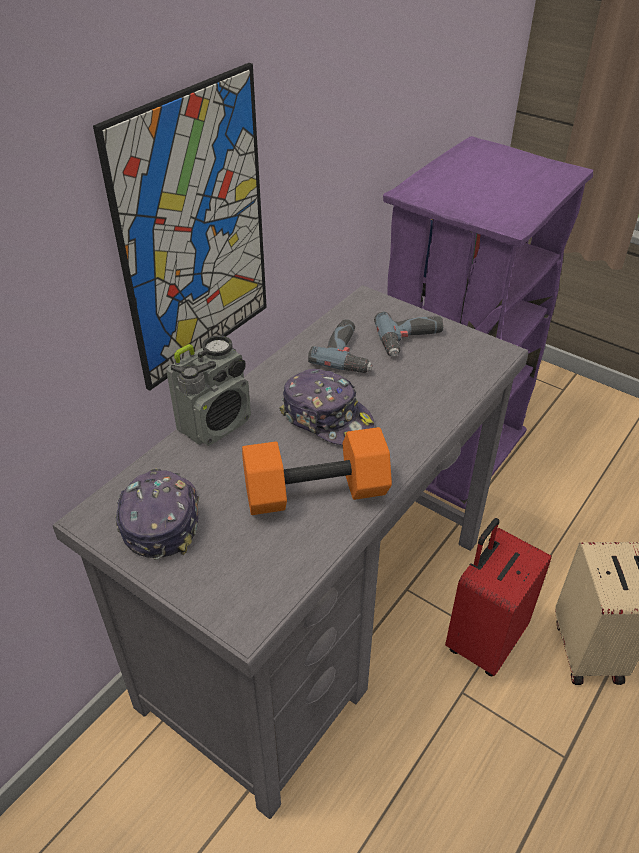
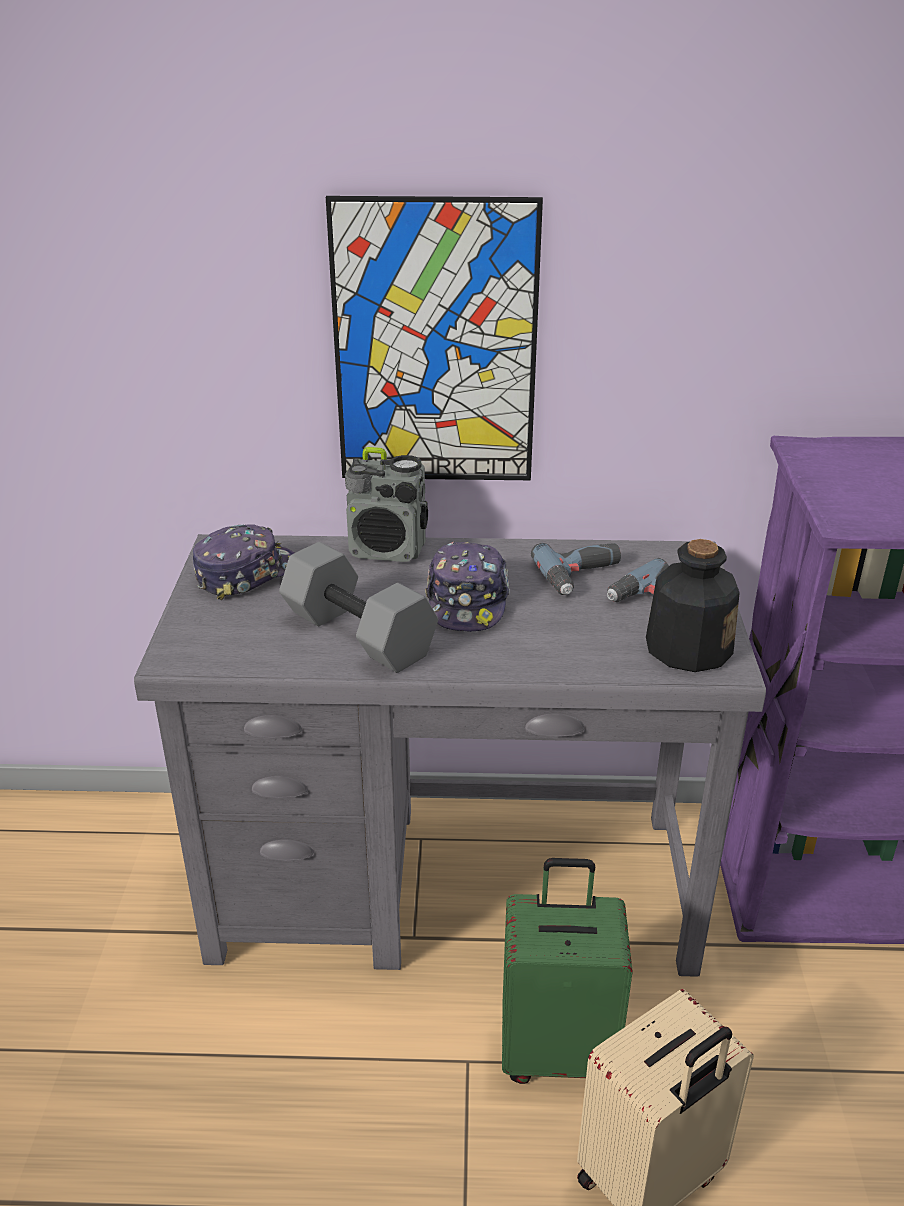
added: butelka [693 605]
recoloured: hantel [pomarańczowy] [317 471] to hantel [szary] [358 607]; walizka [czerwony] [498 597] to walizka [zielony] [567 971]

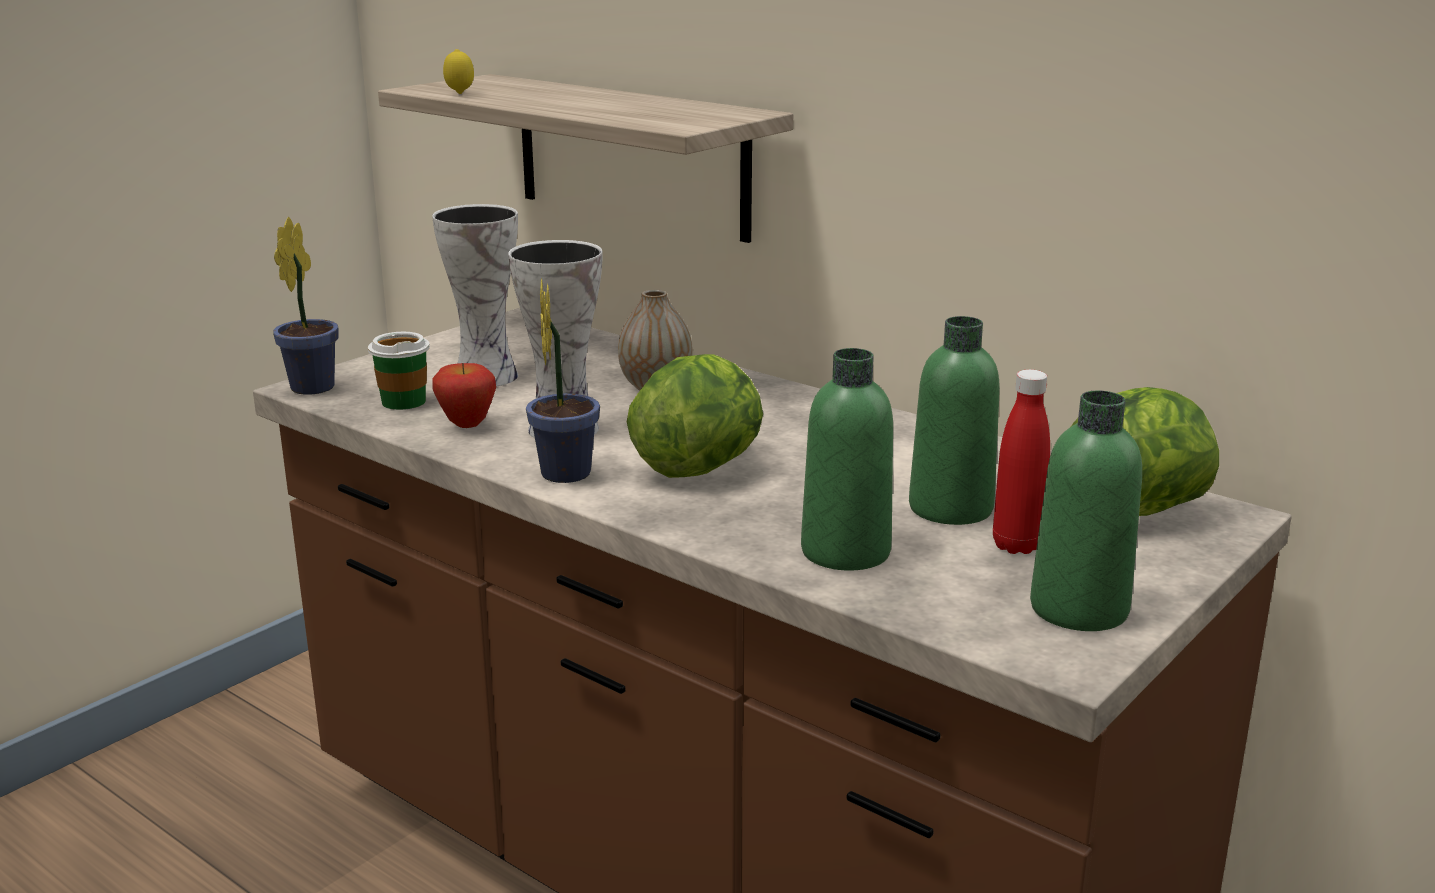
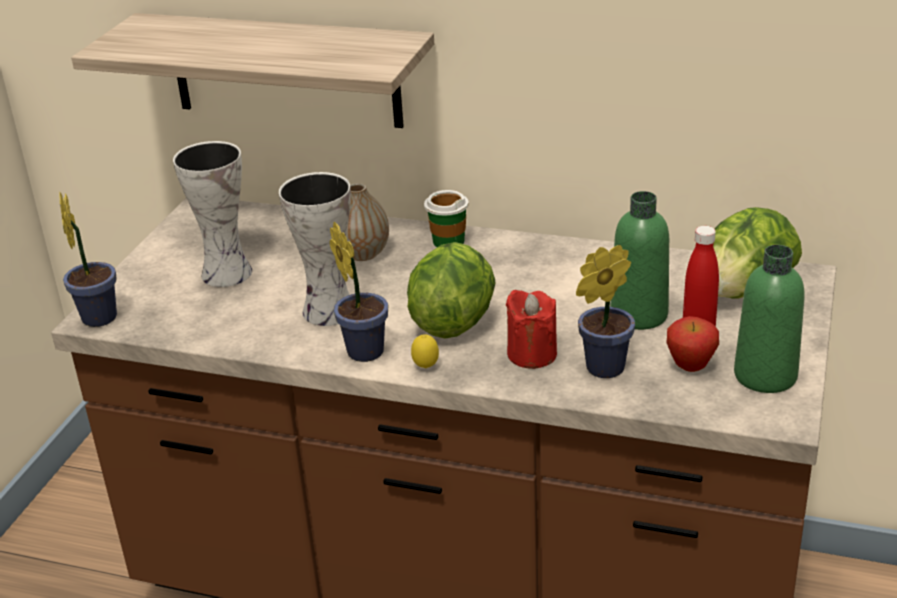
added: świeca [czerwony] [531 329]
moved: cytryna [458 71] to [425 351]; filiżanka [399 371] to [446 218]; jabłko [464 395] to [692 344]
replaced: butelka [zielony] [847 459] to roślina doniczkowa [605 311]

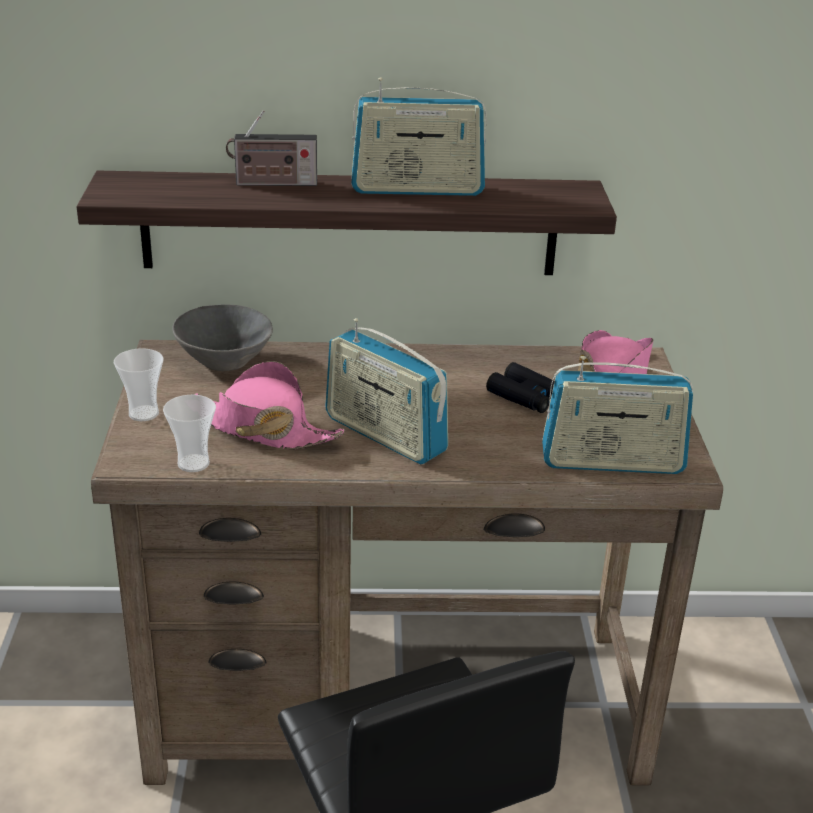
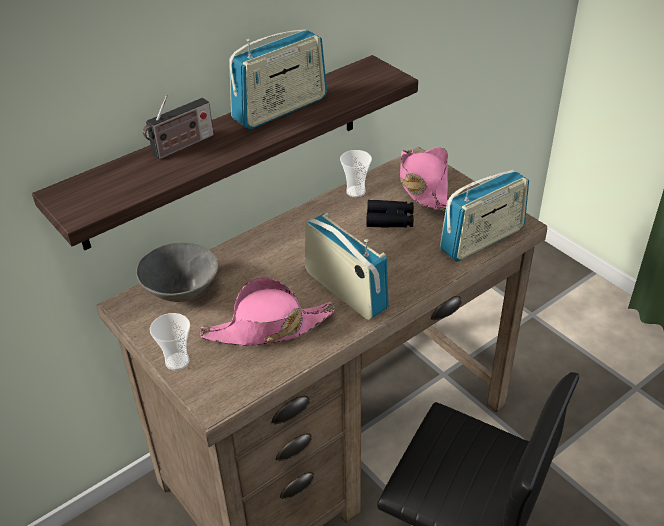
moved: filiżanka [189 433] to [356 173]
turned: radio [387 391] = [347 266] 135 degrees counterclockwise

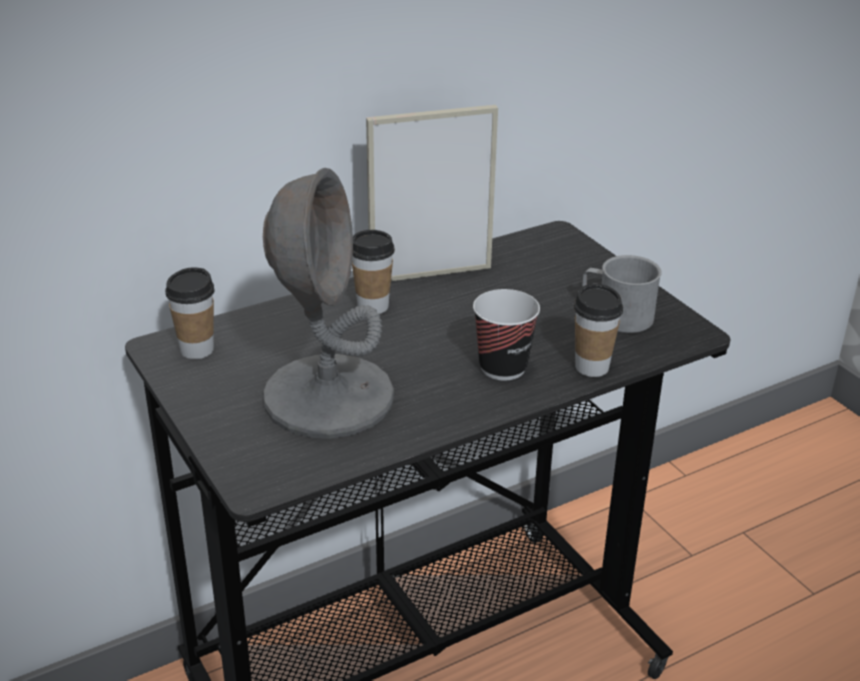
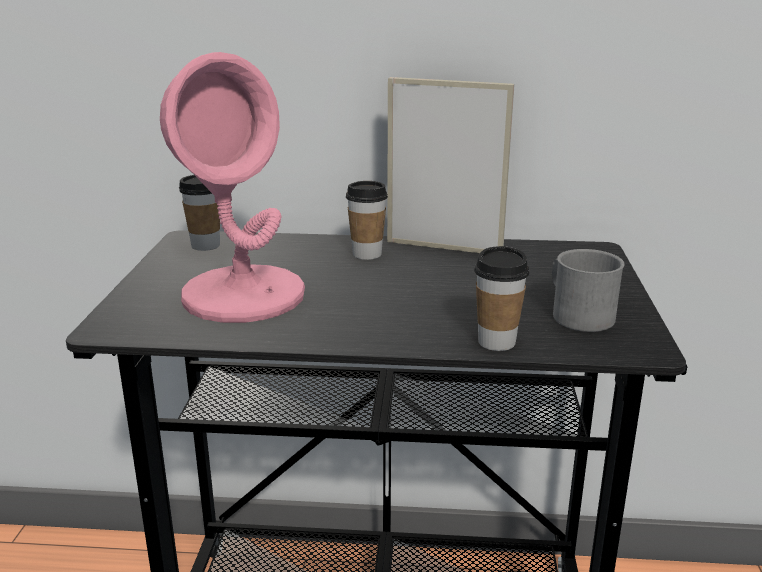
removed: filiżanka [506 335]
recoloured: lampa stołowa [szary] [328 303] to lampa stołowa [różowy] [232 187]

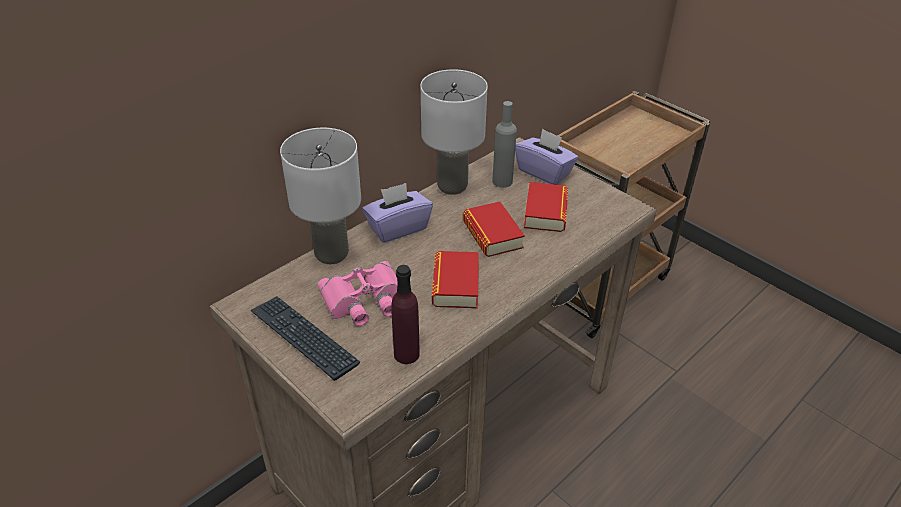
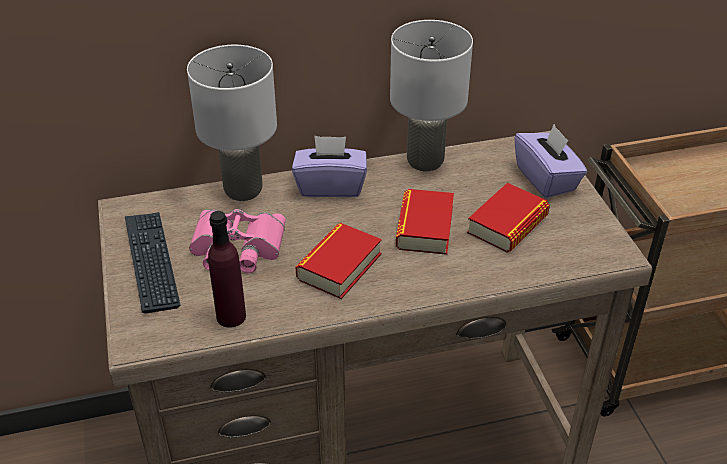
removed: butelka [szary] [504 144]

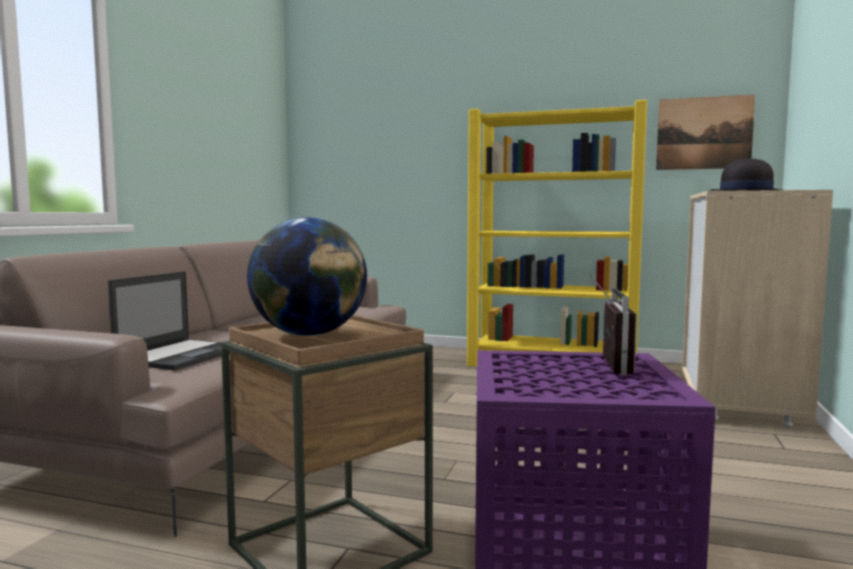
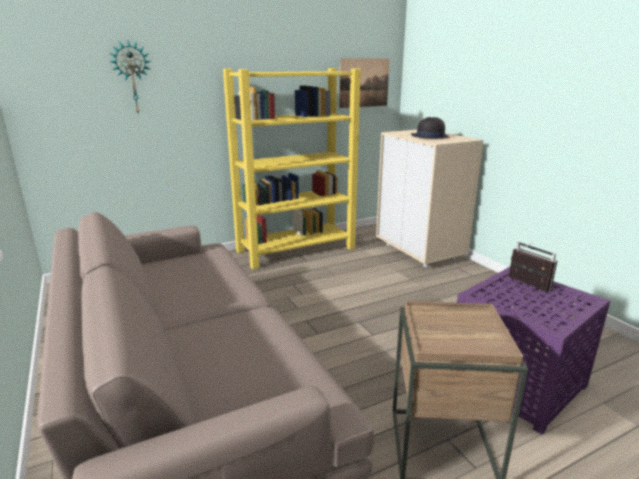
removed: laptop [169 321]; globus [307 276]
added: zegar ścienny [130 77]

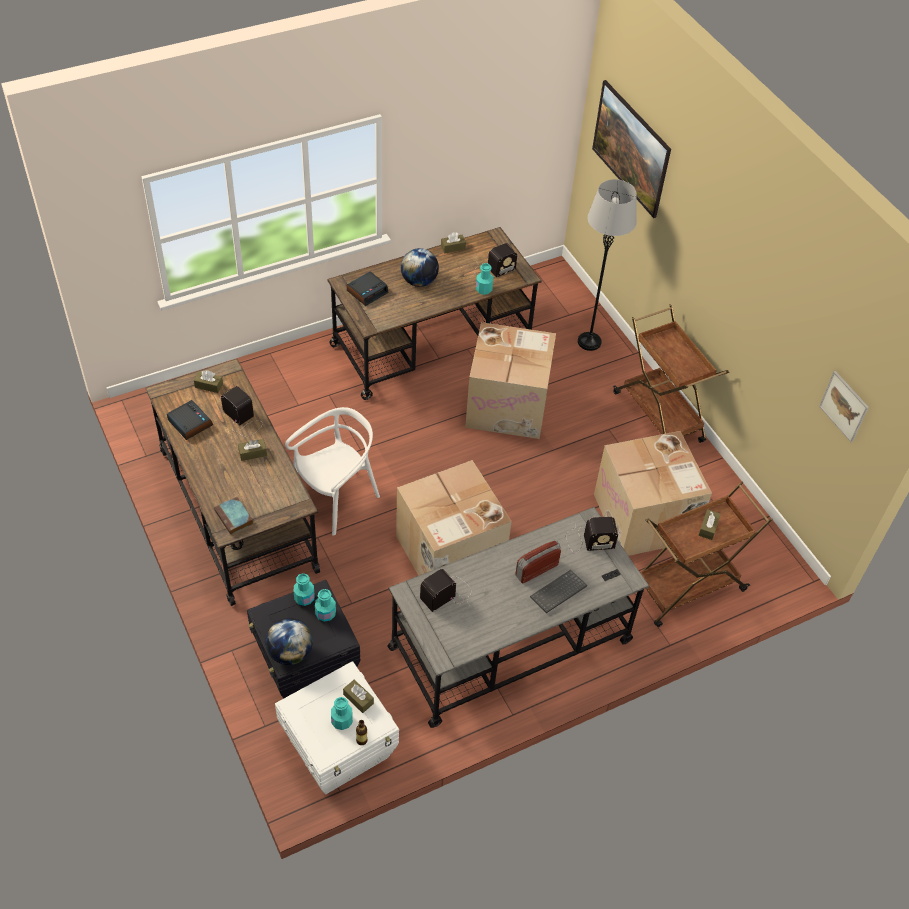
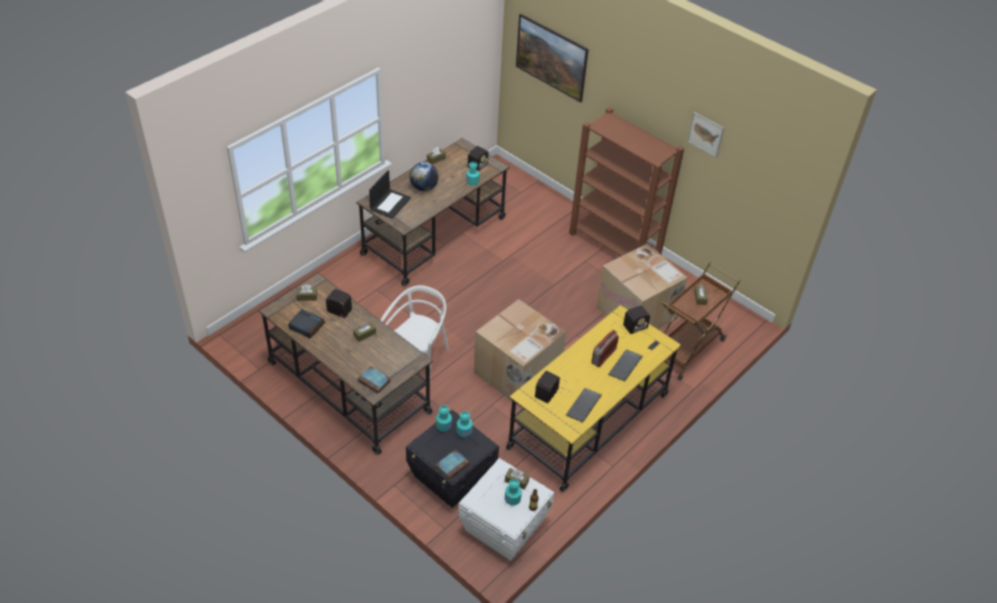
removed: karton [510 380]; lampa stojąca [szary] [607 265]
added: klawiatura [584 405]
moved: obraz [844 406] to [705 135]
replaced: budzik [368 288] to laptop [390 194]; globus [289 641] to książka [452 465]; wózek [brązowy] [671 373] to regał [brązowy] [626 182]
recoloured: biurko [szary] [518 617] to biurko [żółty] [593 398]

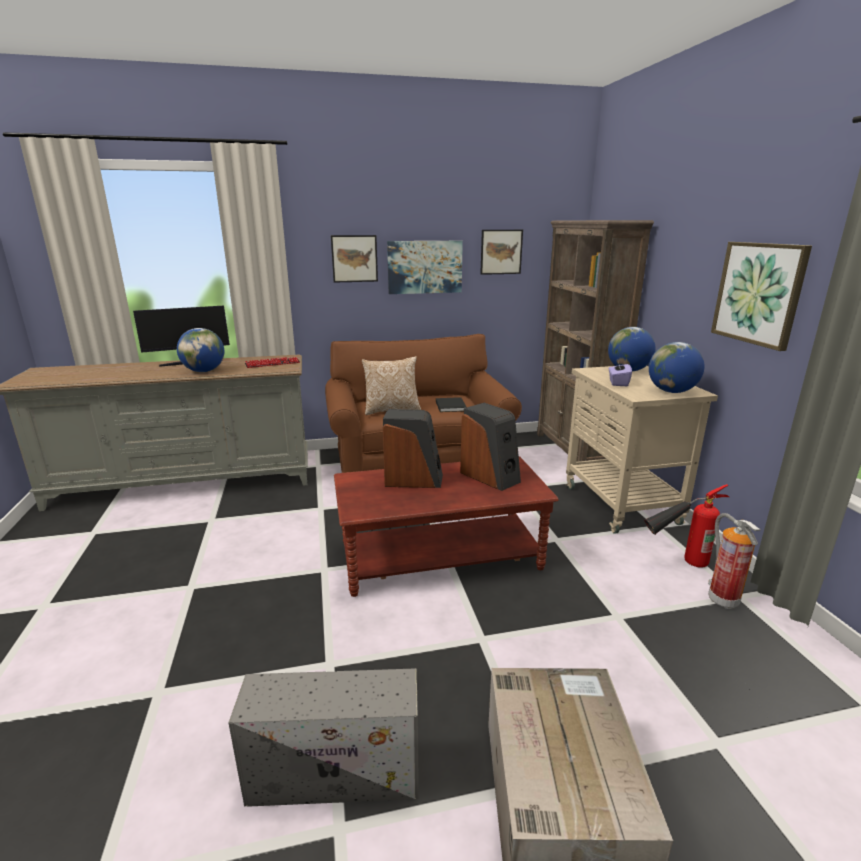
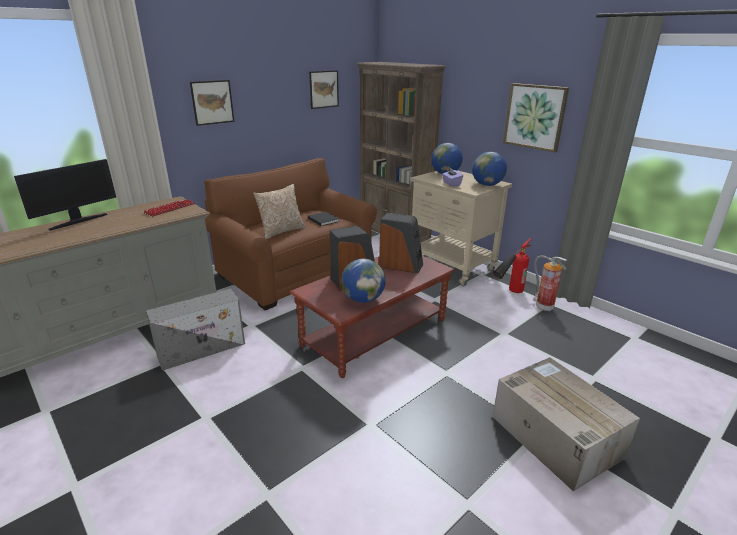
removed: obraz [425 267]
moved: pojemnik do przechowywania [szary] [323 737] to [195 330]; globus [200 350] to [363 280]

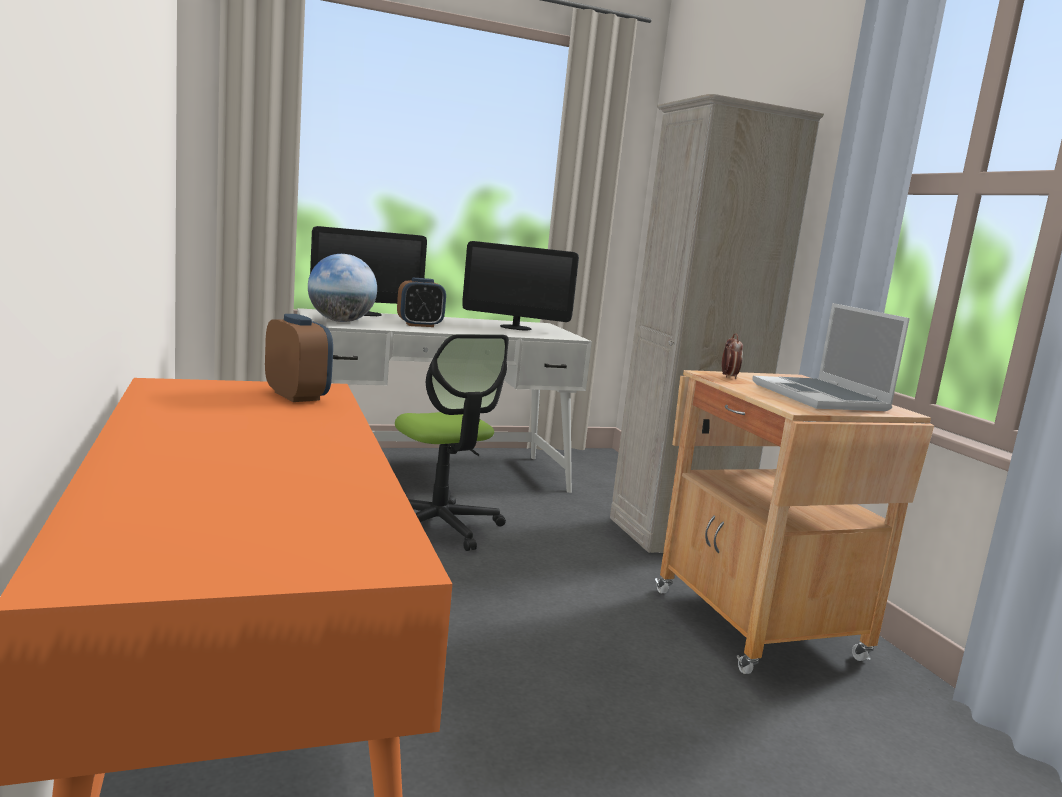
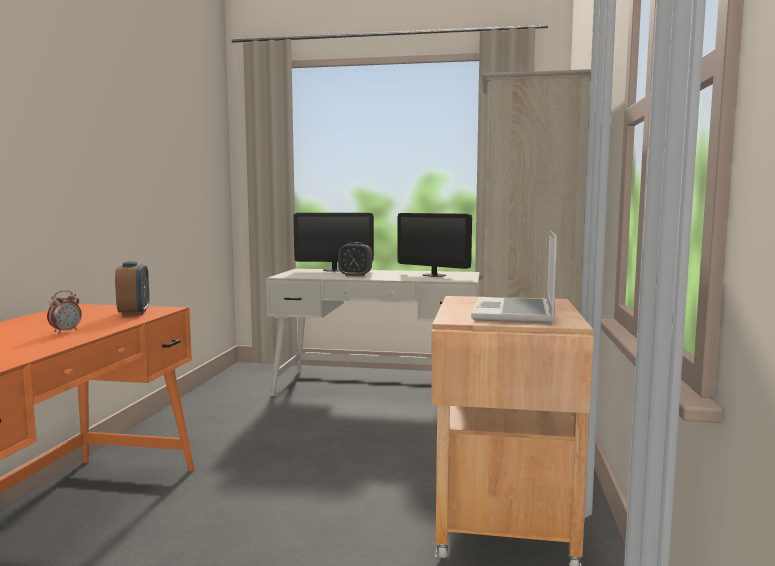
removed: globus [342 288]; krzesło biurowe [452 442]
moved: budzik [732 356] to [64 311]

